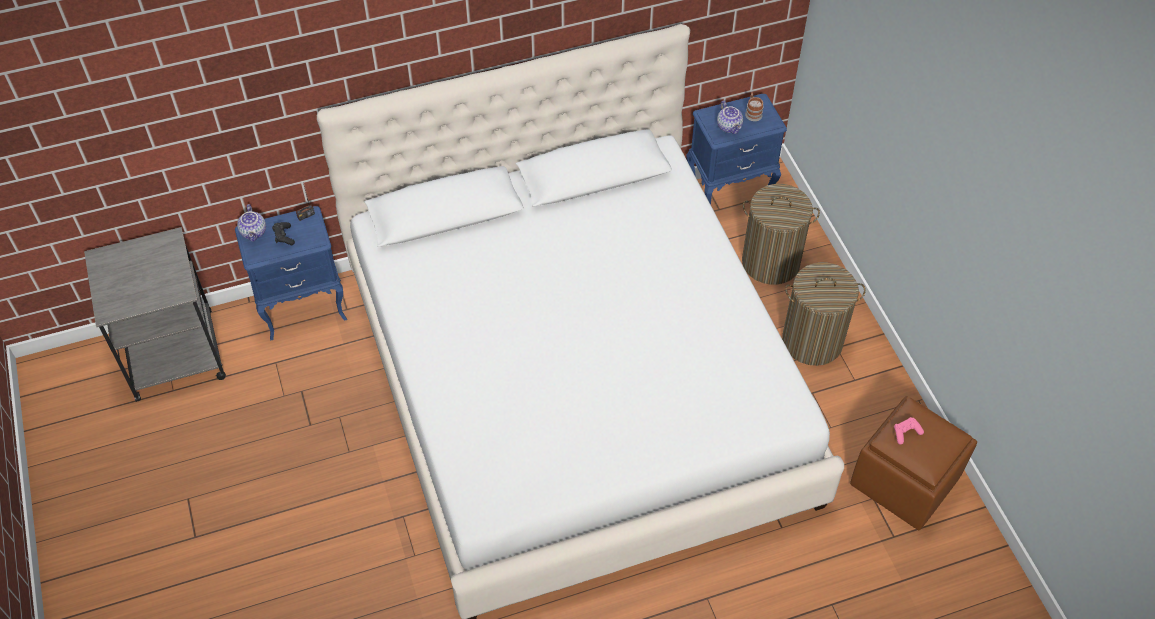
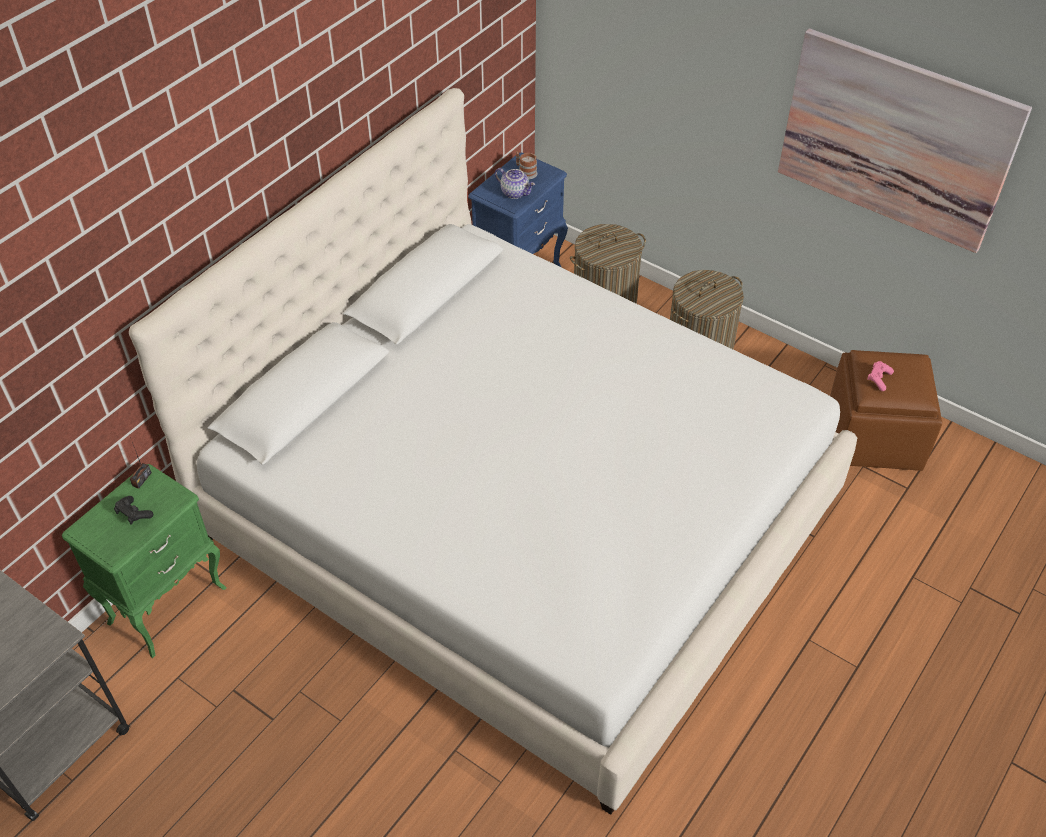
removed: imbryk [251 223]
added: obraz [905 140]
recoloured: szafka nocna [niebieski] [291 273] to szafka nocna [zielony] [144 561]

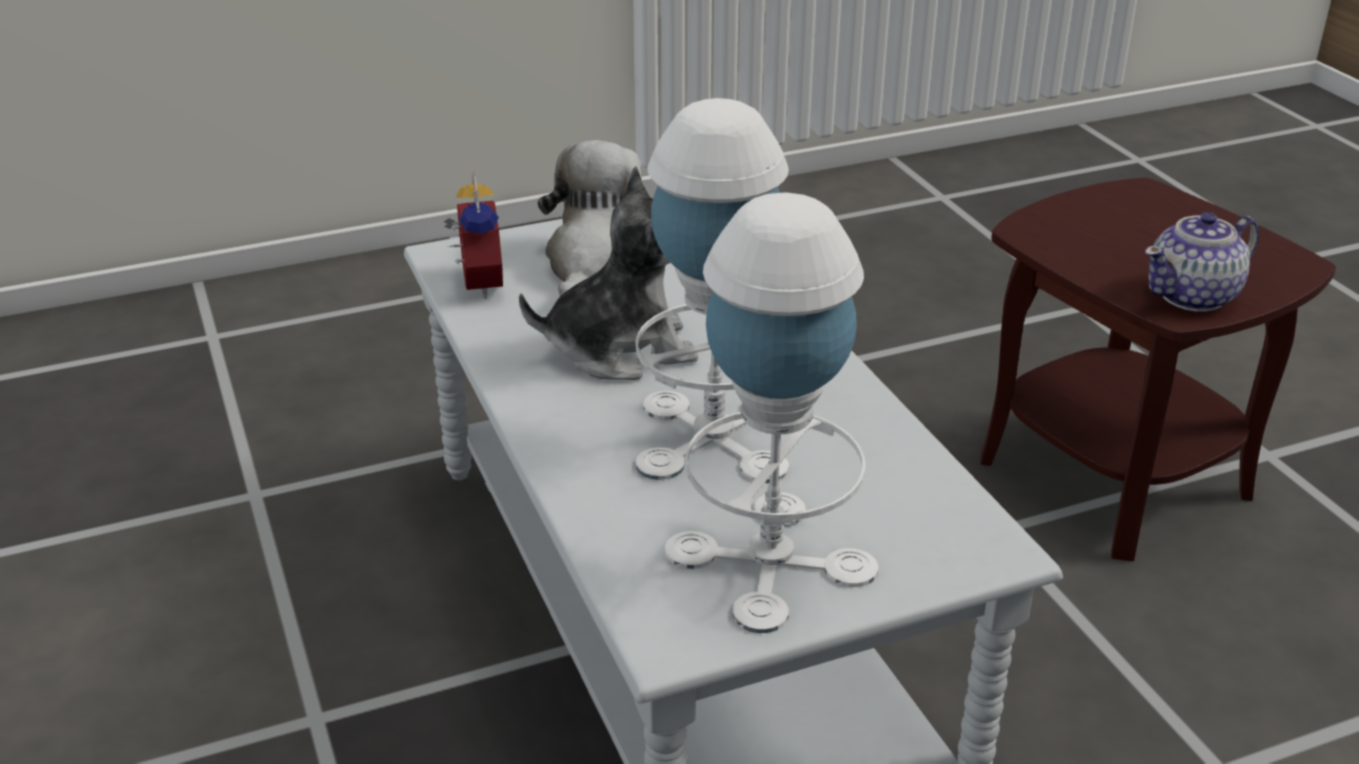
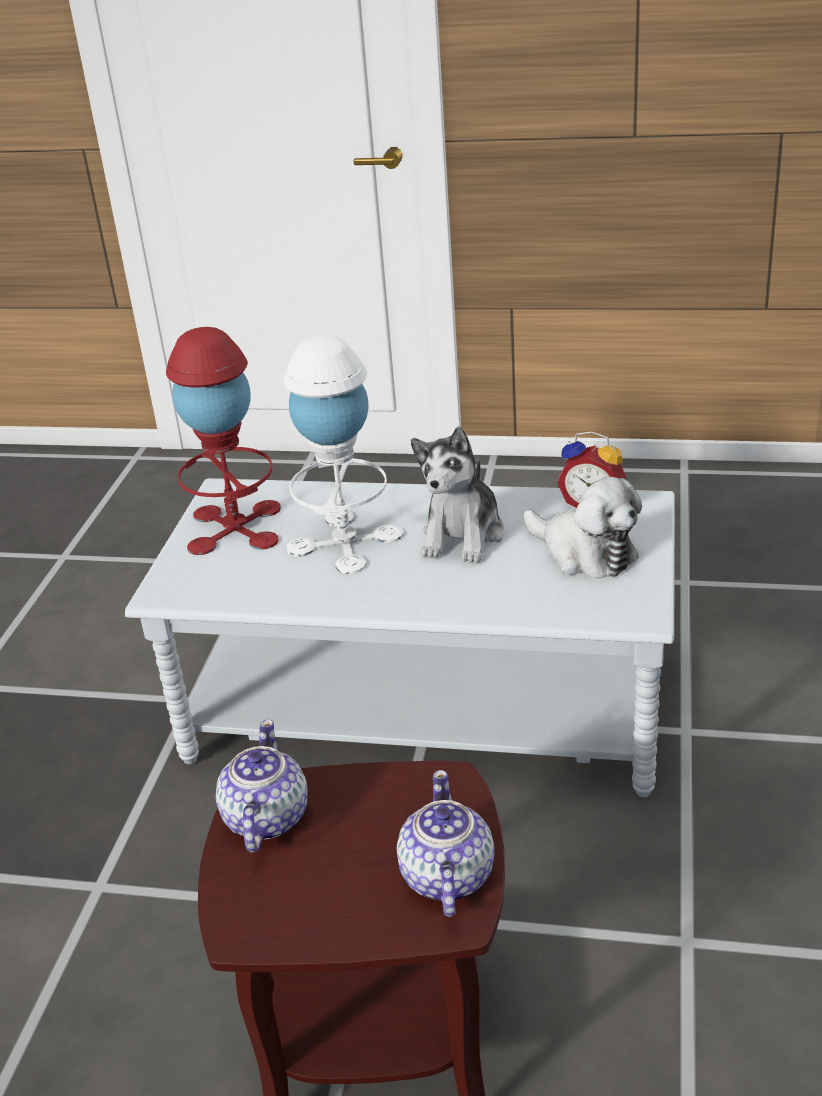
added: imbryk [446 843]
recoloured: lampa stołowa [biały] [772 412] to lampa stołowa [czerwony] [223 441]

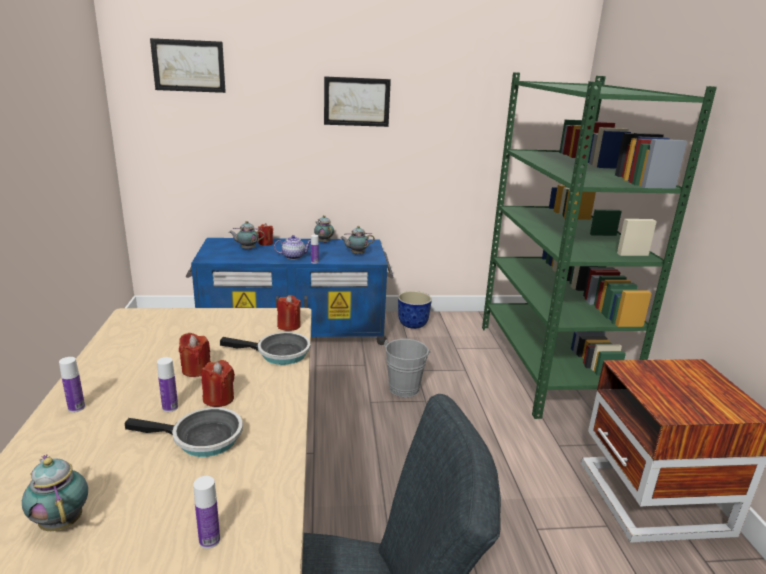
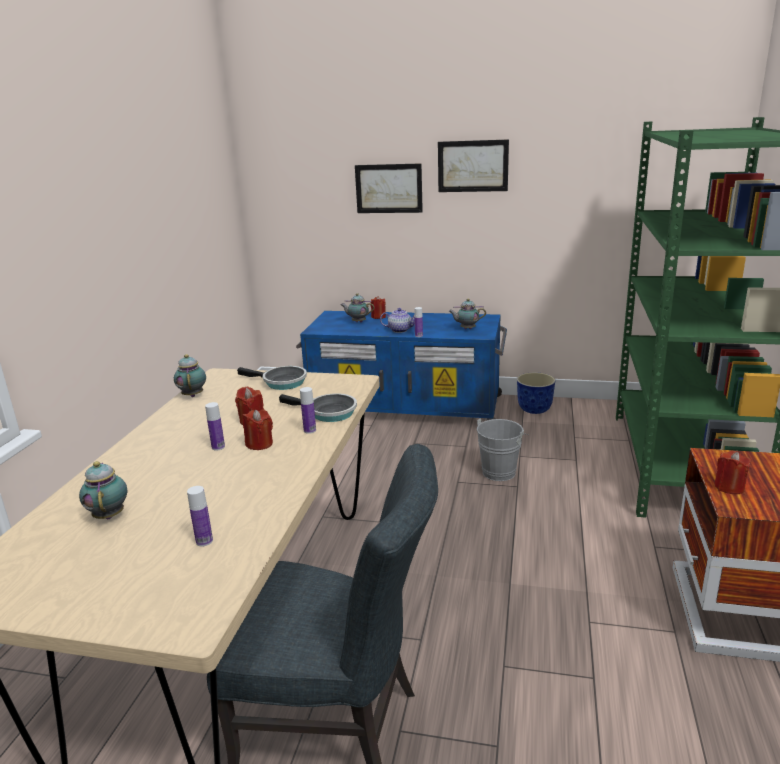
moved: imbryk [324 229] to [190 375]; patelnia [184 432] to [272 378]; butelka [72 384] to [308 410]; obraz [188 65] to [389 188]; świeca [czerwony] [289 313] to [732 472]

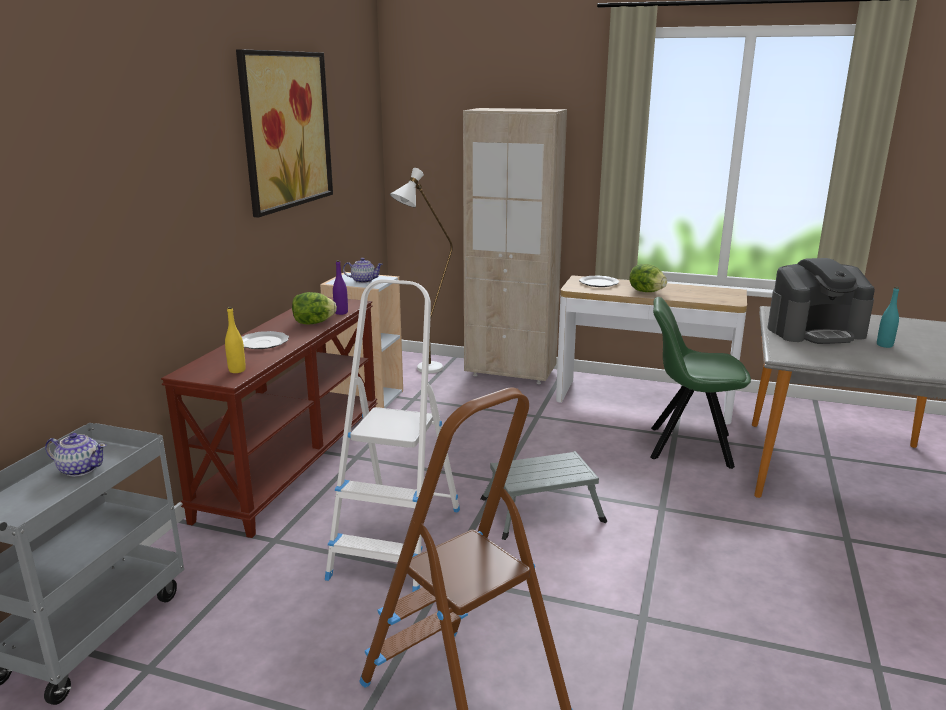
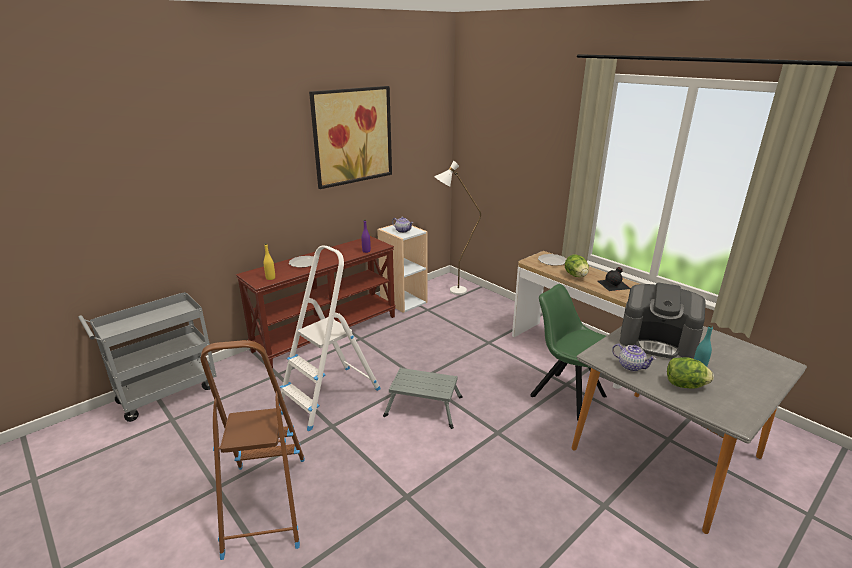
removed: szafka [beżowy] [515 246]
added: butelka [czarny] [614 279]
moved: imbryk [76 455] to [634 357]; sałata [314 308] to [690 373]

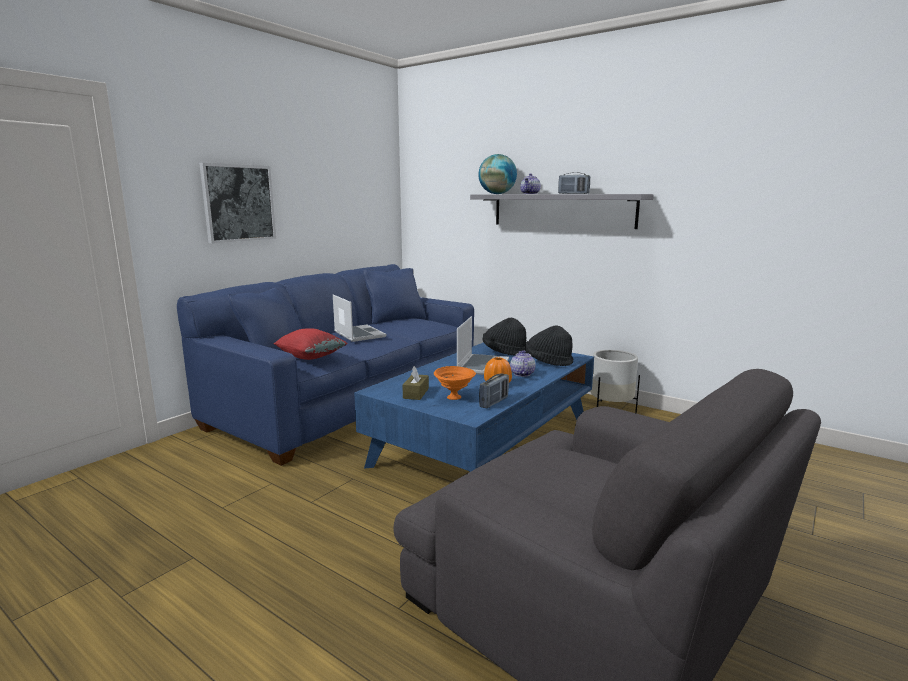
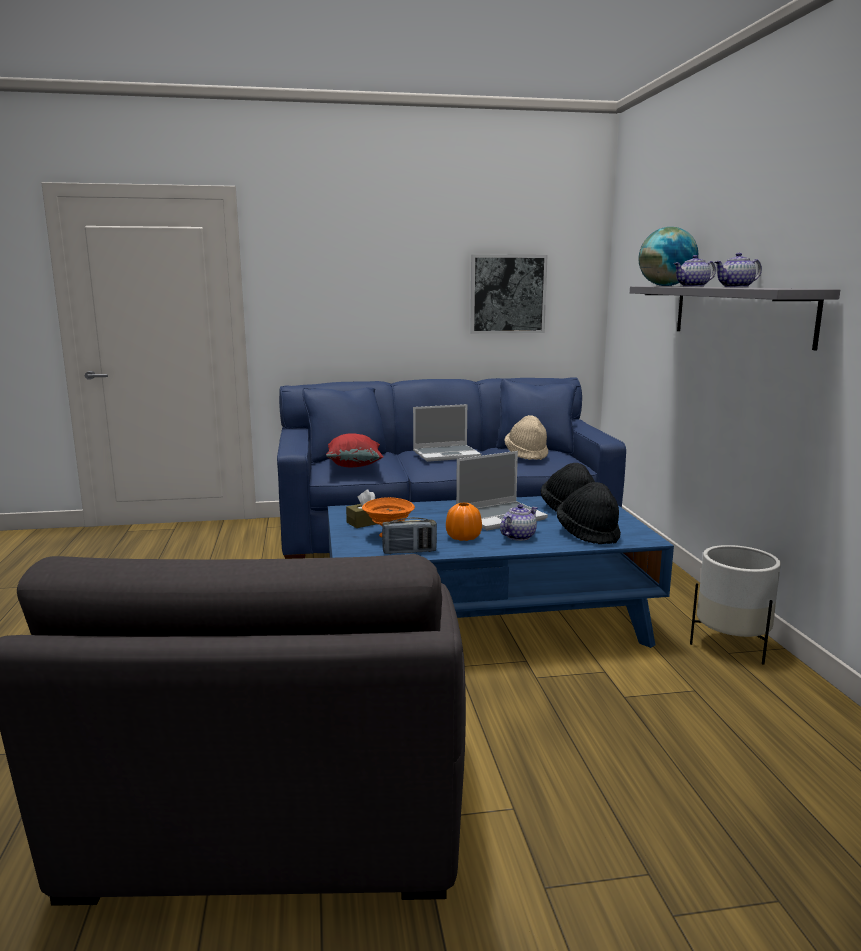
added: kapelusz [beżowy] [526 437]
moved: obraz [237 203] to [508 294]
replaced: radio [574 183] to imbryk [738 270]
turned: laptop [360 318] = [447 433] 60 degrees clockwise

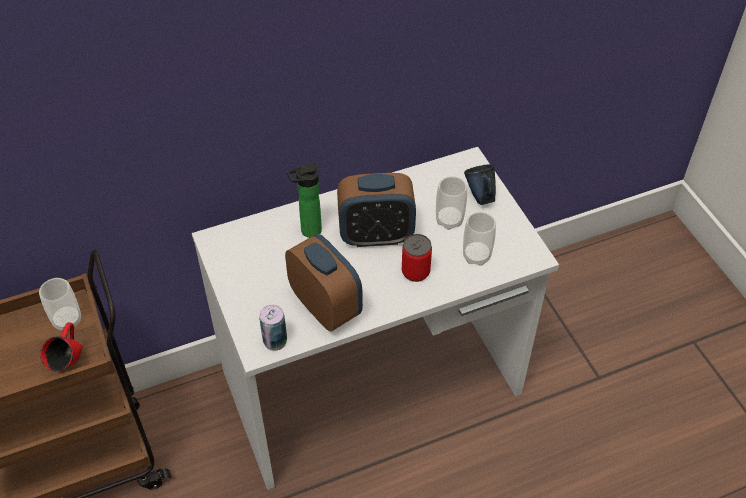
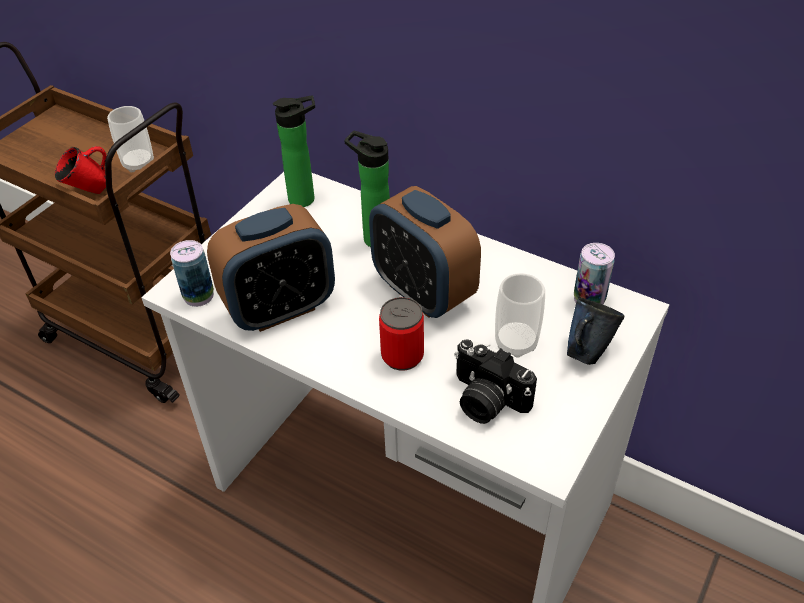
added: butelka [294 151]; puszka [594 274]
replaced: filiżanka [479 239] to aparat fotograficzny [495 381]
turned: budzik [324 283] = [271 268] 45 degrees clockwise

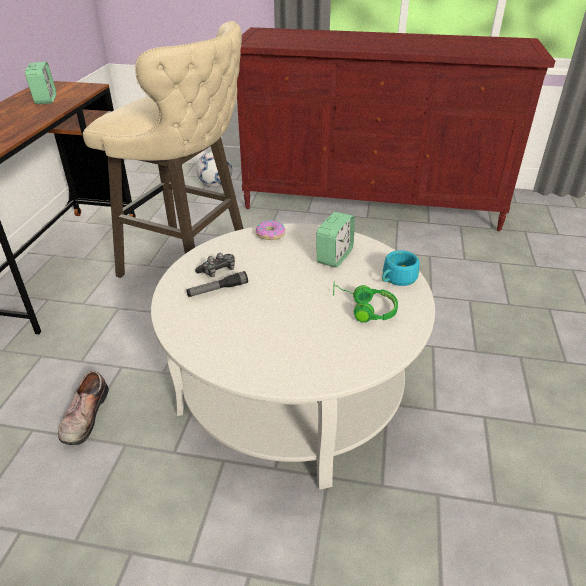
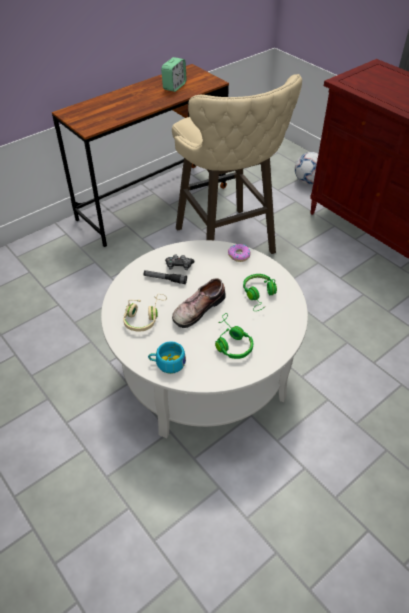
added: słuchawki [beżowy] [145 313]
moved: filiżanka [turkusowy] [401 268] to [167 357]; but [83 408] to [199 303]
replaced: budzik [335 240] to słuchawki [zielony] [260 292]

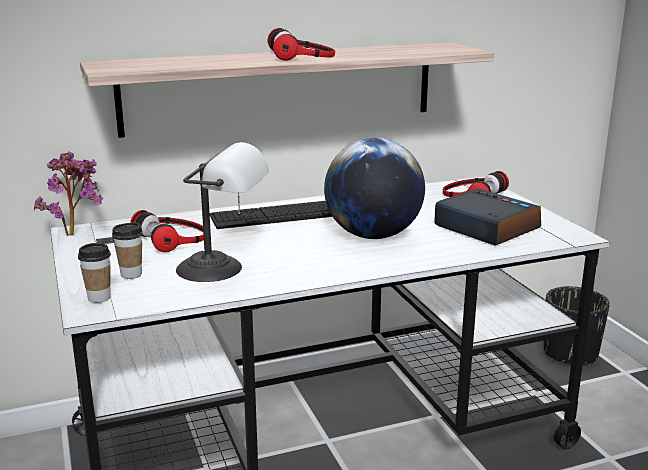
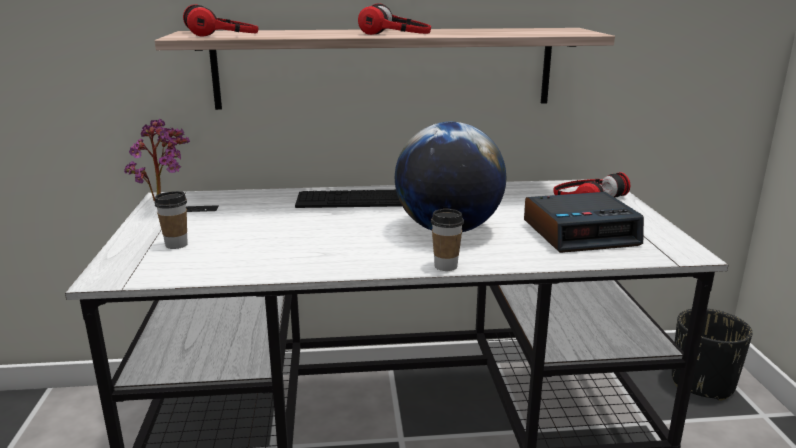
removed: lampa stołowa [222 212]
moved: słuchawki [167 231] to [220 20]; filiżanka [94 273] to [447 240]
turned: budzik [487 217] = [584 222] 105 degrees clockwise

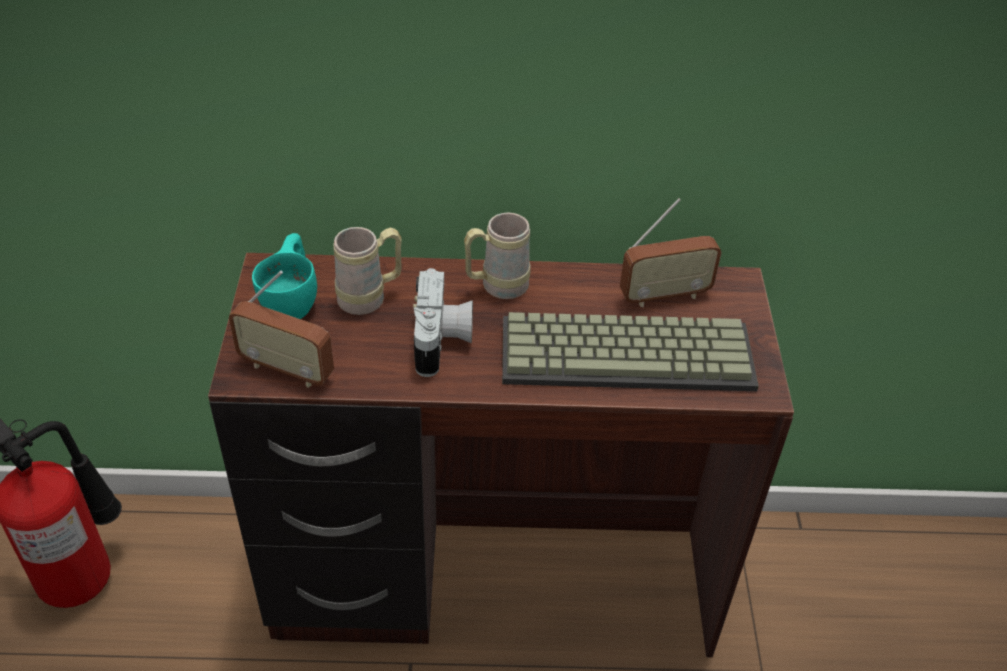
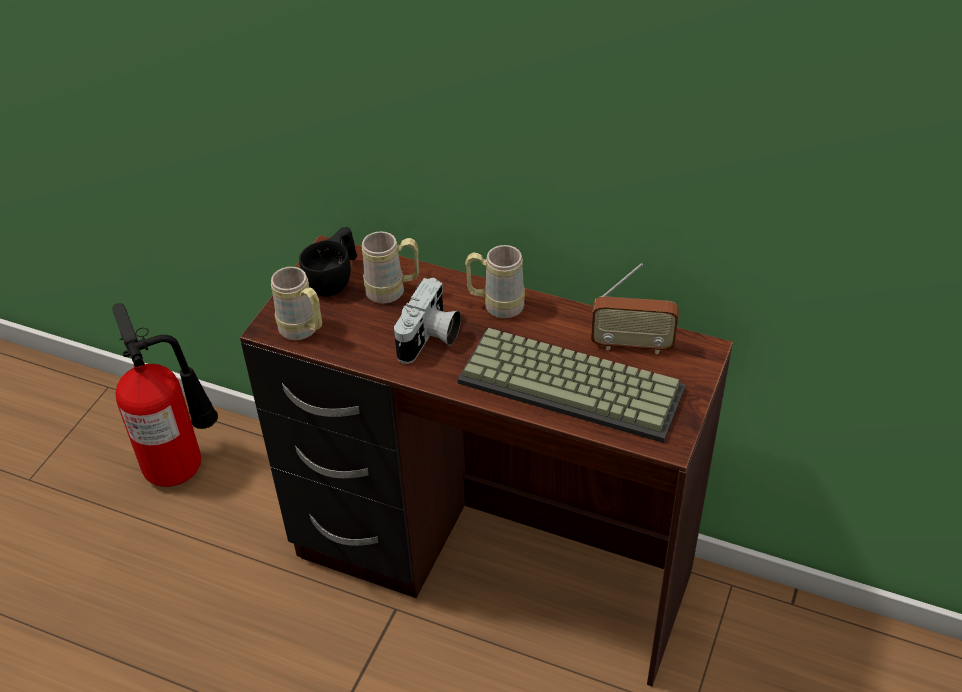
replaced: radio [281 329] to kubek [beżowy] [296 303]
recoloured: filiżanka [turkusowy] [284 276] to filiżanka [czarny] [328 261]

